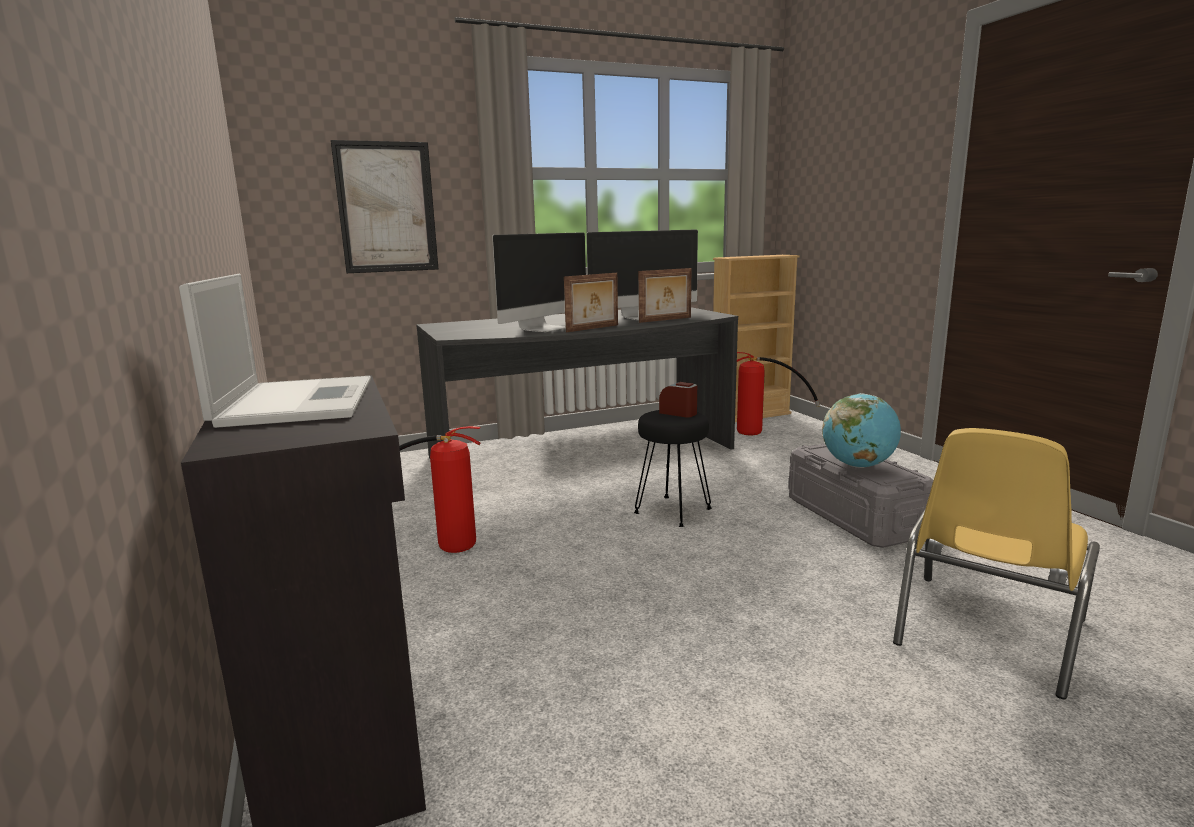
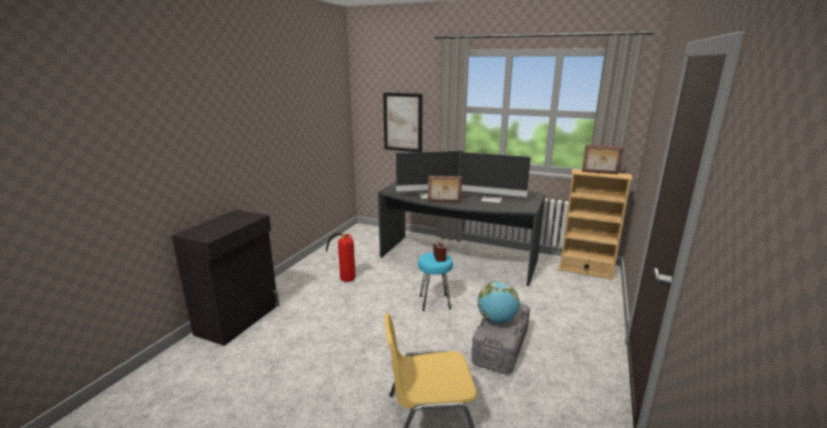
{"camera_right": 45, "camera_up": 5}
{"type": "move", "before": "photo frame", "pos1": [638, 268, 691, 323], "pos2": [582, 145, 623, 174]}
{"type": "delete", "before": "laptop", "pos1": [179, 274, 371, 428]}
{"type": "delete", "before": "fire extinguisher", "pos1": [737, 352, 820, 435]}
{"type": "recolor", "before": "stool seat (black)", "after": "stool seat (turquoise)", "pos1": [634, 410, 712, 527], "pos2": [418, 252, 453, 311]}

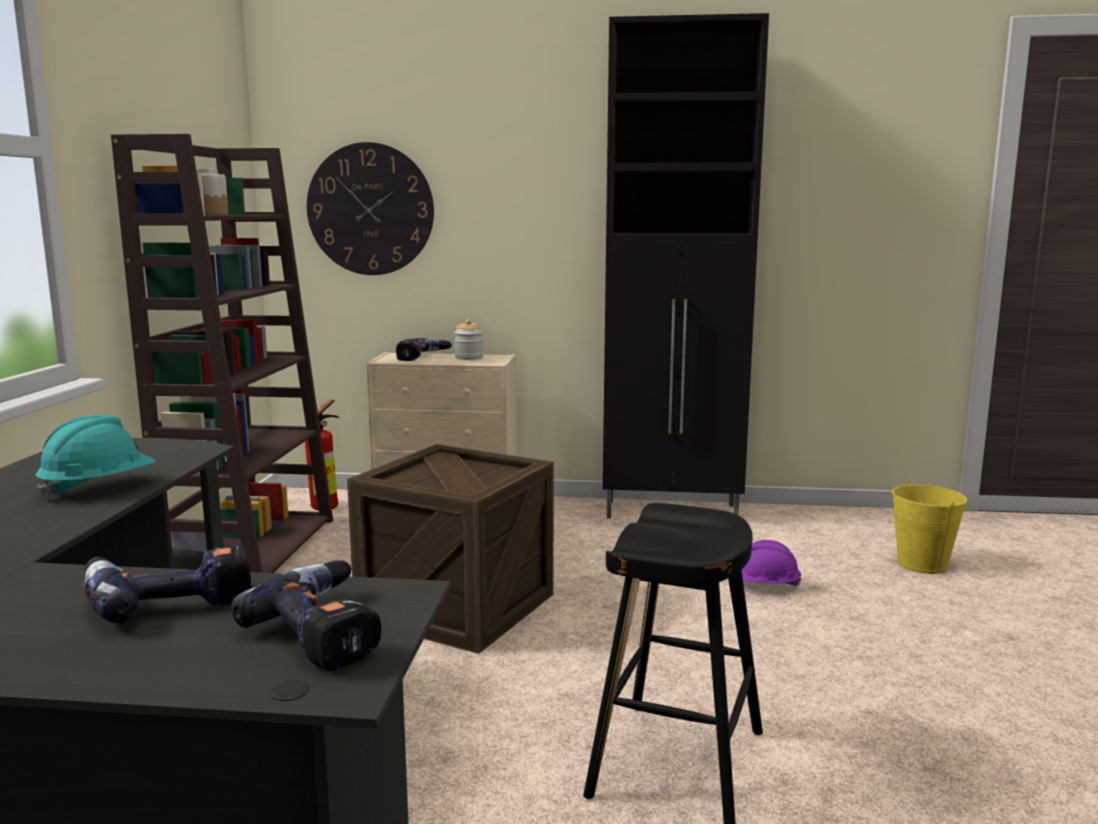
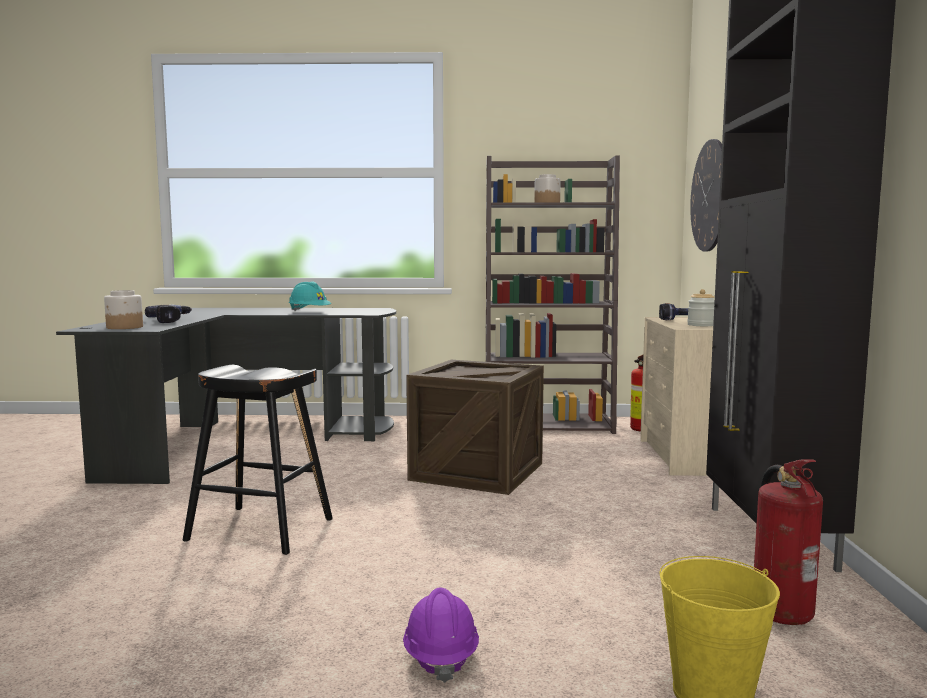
{"camera_right": 85, "camera_up": -5}
{"type": "move", "before": "hard hat (purple)", "pos1": [742, 540, 801, 586], "pos2": [403, 587, 479, 683]}
{"type": "replace", "before": "electric drill", "after": "preserve jar", "pos1": [231, 560, 381, 671], "pos2": [104, 290, 143, 329]}
{"type": "insert", "after": "fire extinguisher", "pos2": [754, 459, 823, 625]}

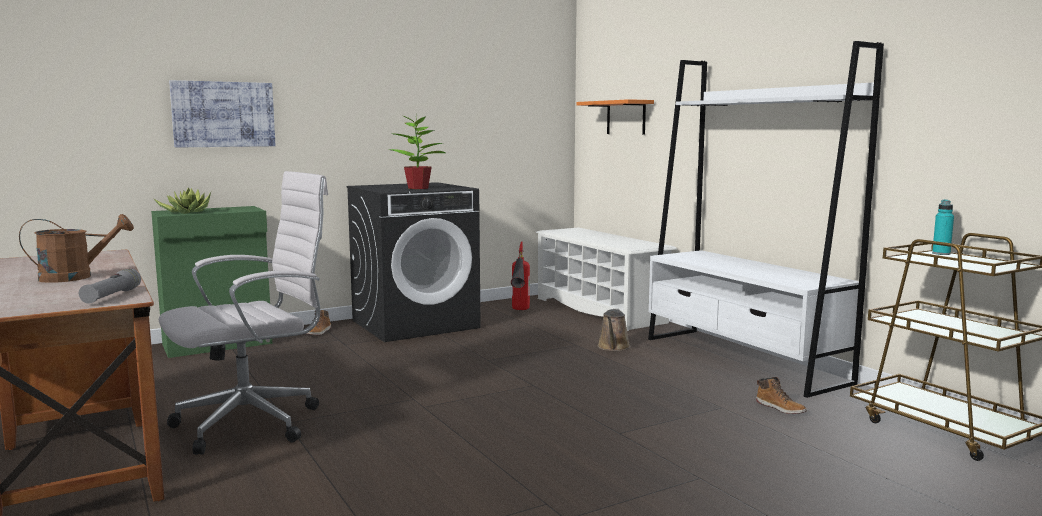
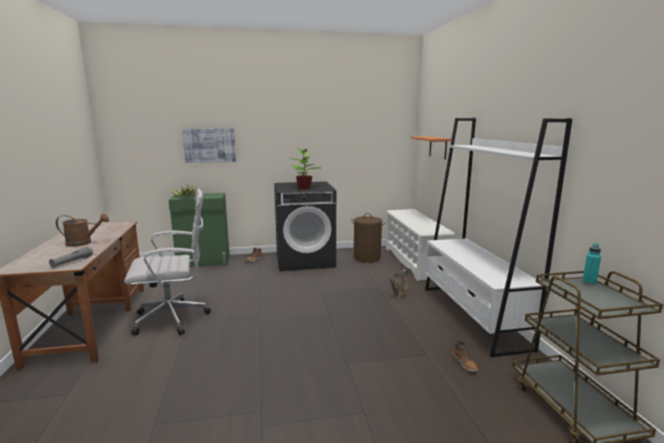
{"camera_right": 20, "camera_up": 5}
{"type": "replace", "before": "fire extinguisher", "after": "laundry basket (brownish)", "pos1": [511, 242, 530, 310], "pos2": [351, 213, 385, 263]}

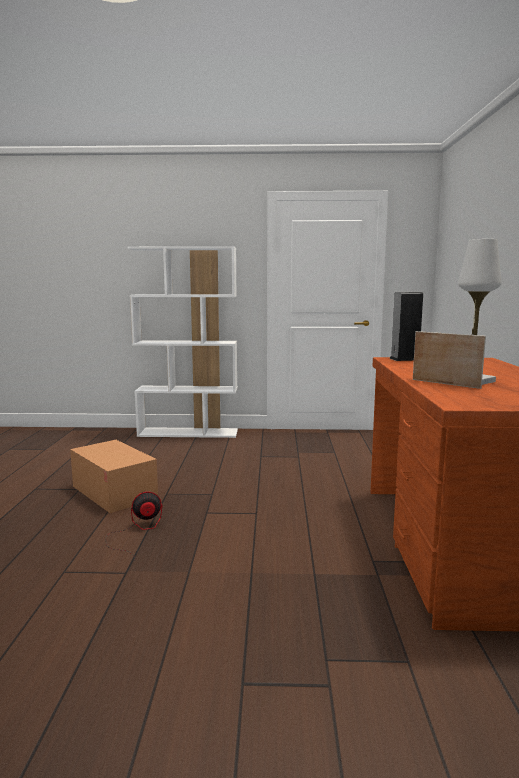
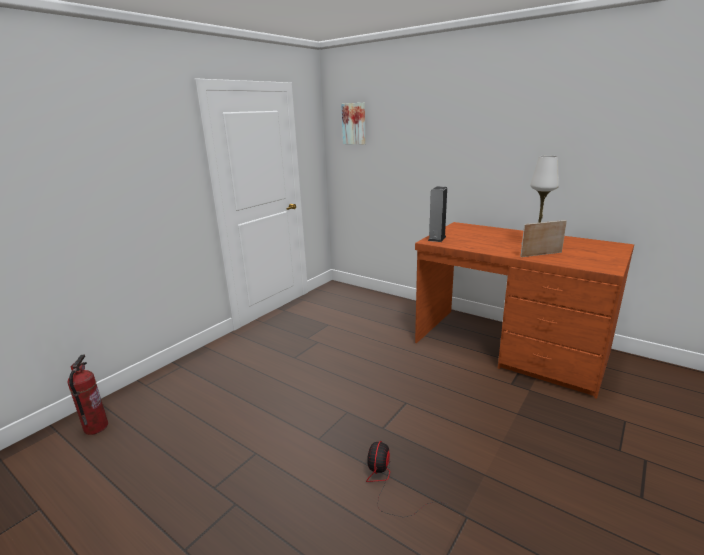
{"camera_right": -55, "camera_up": 10}
{"type": "delete", "before": "bookcase (white)", "pos1": [127, 246, 238, 438]}
{"type": "delete", "before": "cardboard box", "pos1": [70, 440, 158, 513]}
{"type": "insert", "after": "wall art", "pos2": [341, 103, 366, 144]}
{"type": "insert", "after": "fire extinguisher", "pos2": [68, 355, 108, 435]}

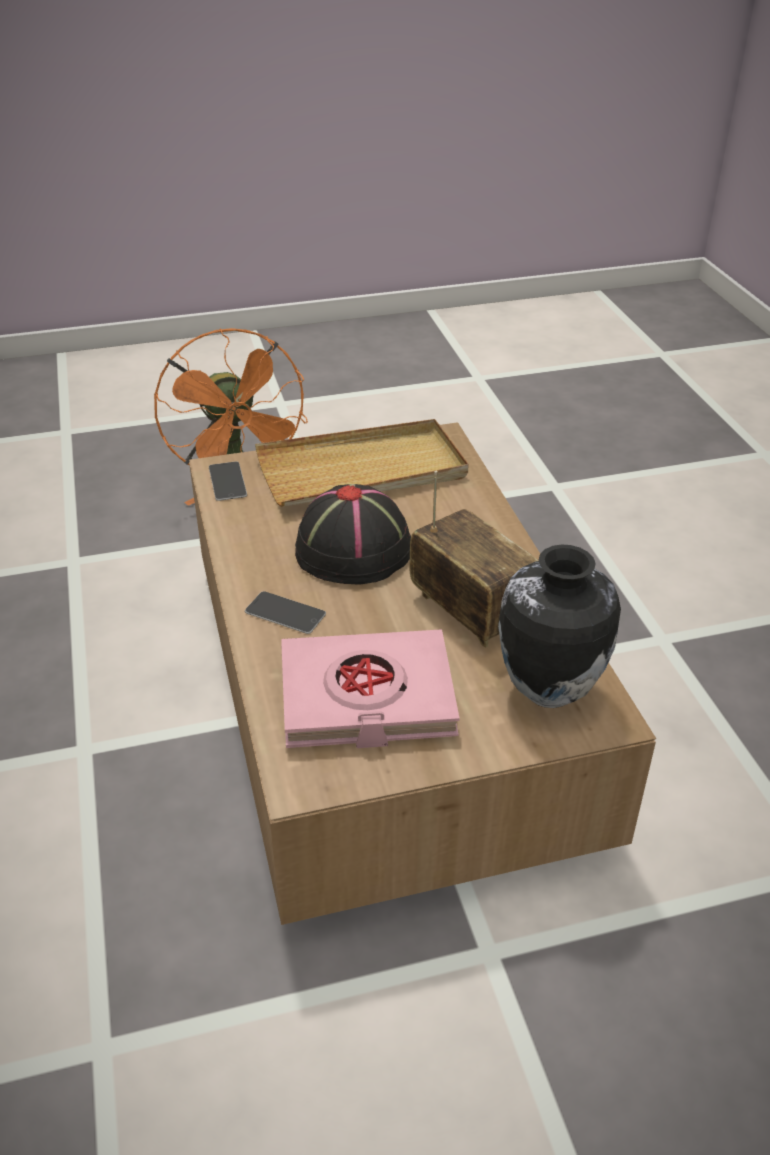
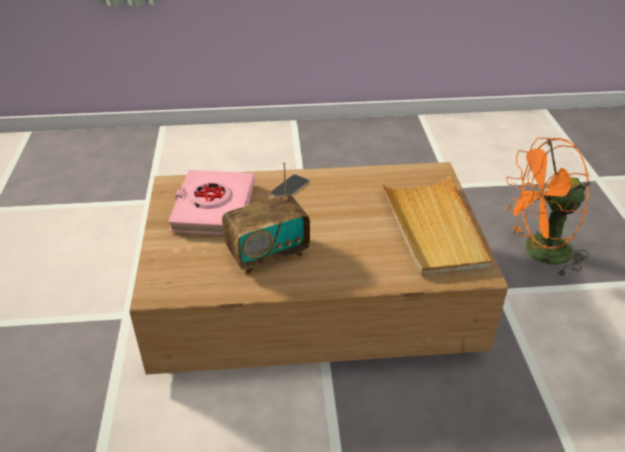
{"camera_right": 100, "camera_up": 0}
{"type": "delete", "before": "telephone", "pos1": [209, 461, 247, 501]}
{"type": "delete", "before": "wearable hat (black)", "pos1": [295, 484, 411, 585]}
{"type": "delete", "before": "vase", "pos1": [498, 544, 621, 708]}

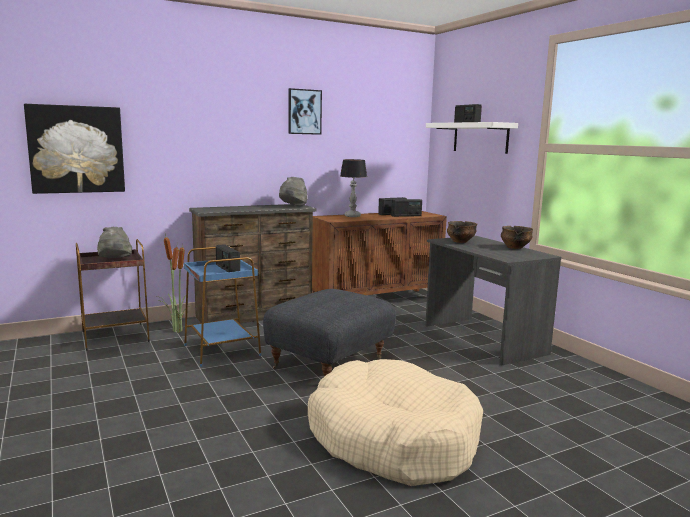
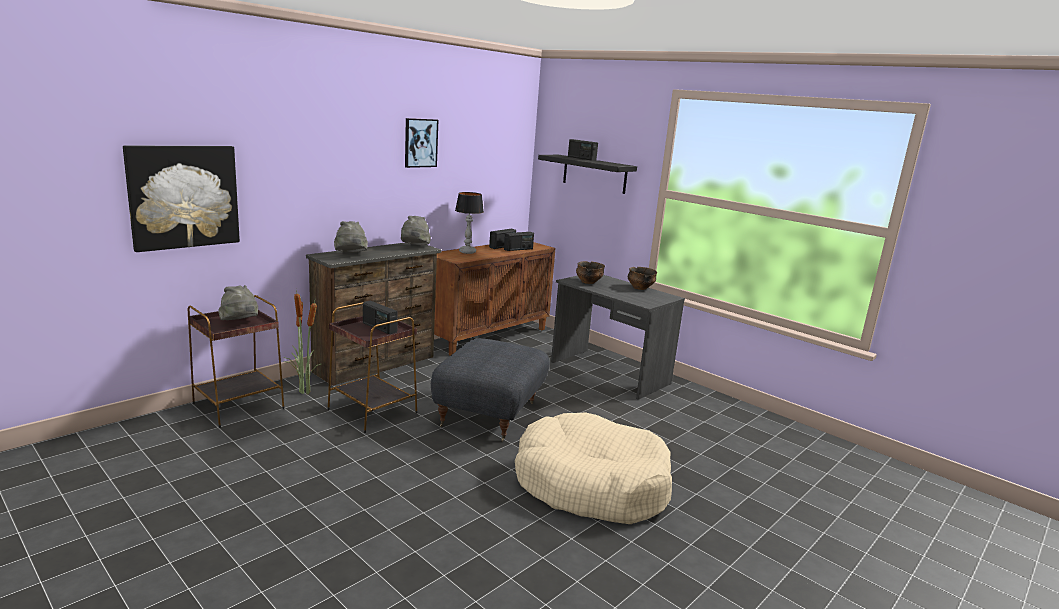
{"camera_right": -20, "camera_up": 5}
{"type": "recolor", "before": "shelf (white)", "after": "shelf (black)", "pos1": [426, 122, 518, 154], "pos2": [538, 155, 637, 194]}
{"type": "recolor", "before": "end table (blue)", "after": "end table (brownish)", "pos1": [184, 246, 261, 367], "pos2": [327, 302, 417, 433]}
{"type": "insert", "after": "wearable hat (grey)", "pos2": [334, 221, 368, 252]}

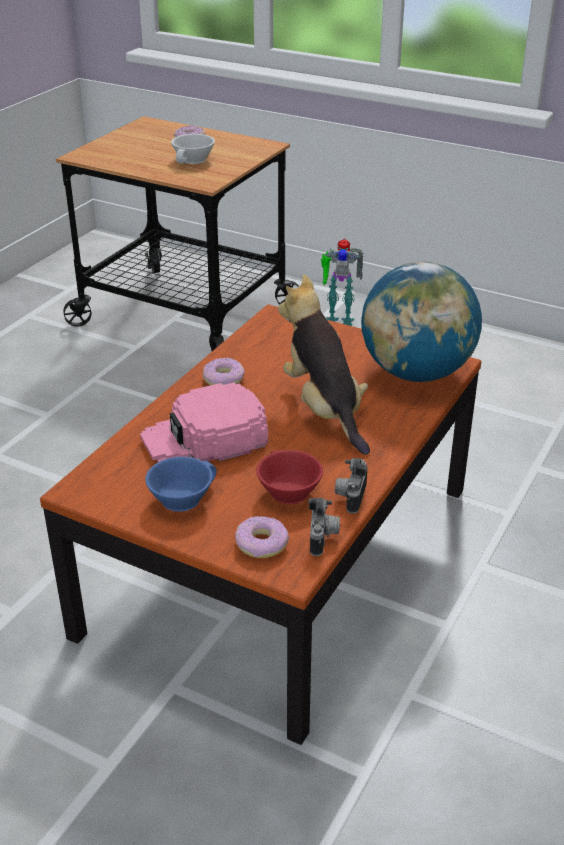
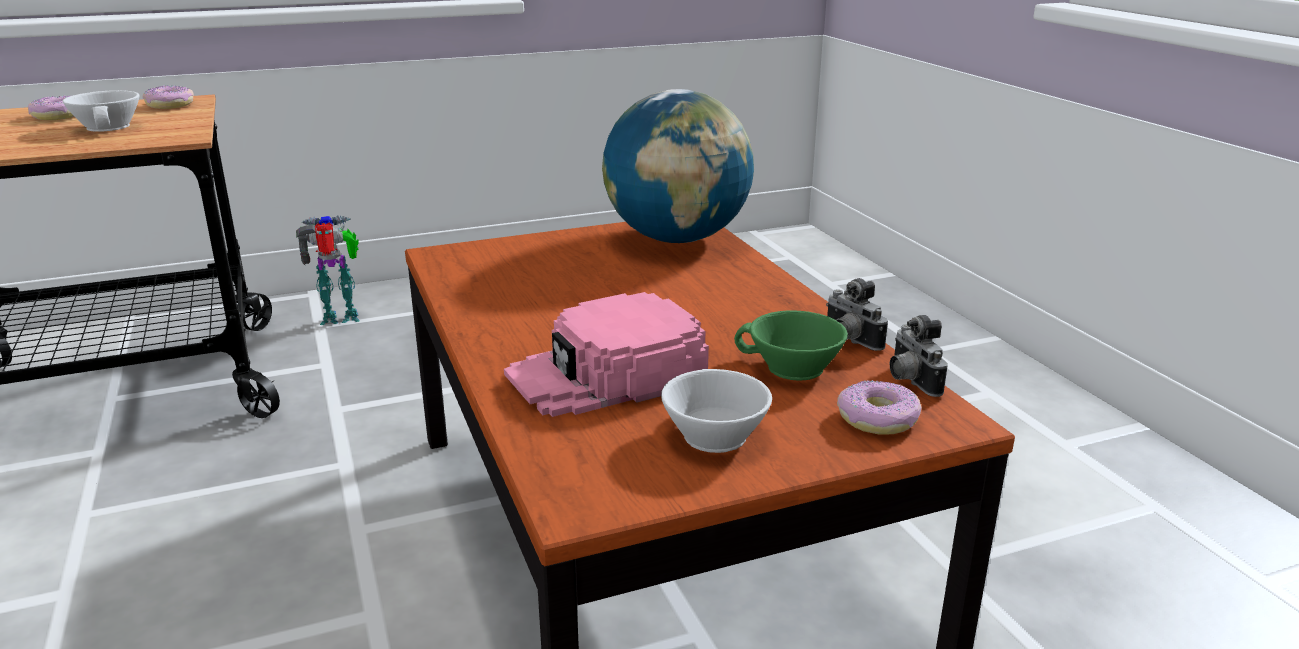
{"camera_right": -50, "camera_up": -10}
{"type": "rotate", "before": "toy robot", "pos1": [321, 238, 364, 326], "pos2": [296, 215, 360, 325], "turn": -150}
{"type": "delete", "before": "soft toy", "pos1": [278, 274, 370, 455]}
{"type": "move", "before": "ring doughnut", "pos1": [203, 358, 245, 385], "pos2": [142, 85, 194, 109]}
{"type": "rotate", "before": "peaked cap (pink-coloured)", "pos1": [140, 383, 268, 462], "pos2": [504, 292, 709, 417], "turn": 45}
{"type": "recolor", "before": "drinking cup (red-coloured)", "after": "drinking cup (green)", "pos1": [256, 450, 323, 505], "pos2": [734, 310, 848, 381]}
{"type": "recolor", "before": "drinking cup (blue)", "after": "drinking cup (white)", "pos1": [145, 457, 217, 512], "pos2": [661, 369, 772, 453]}
{"type": "rotate", "before": "photo camera", "pos1": [308, 498, 340, 556], "pos2": [890, 315, 948, 397], "turn": -150}

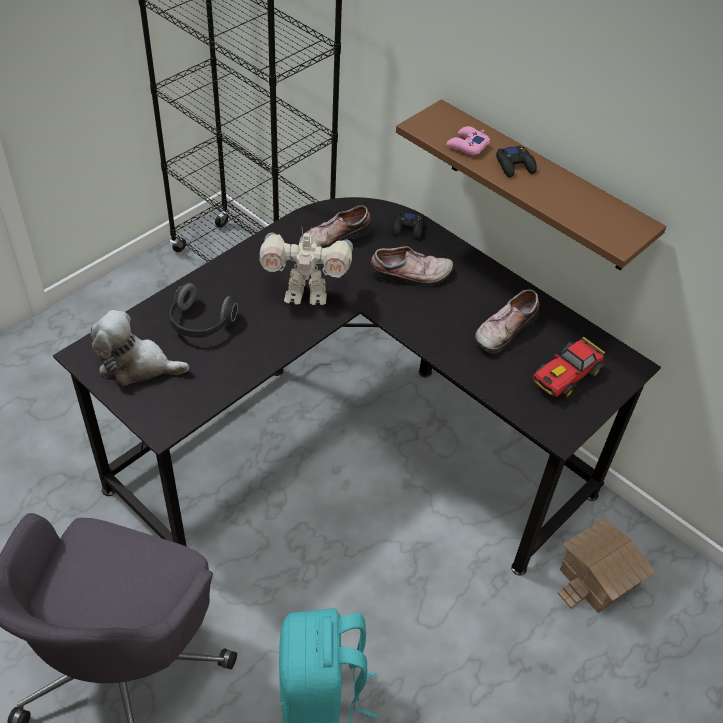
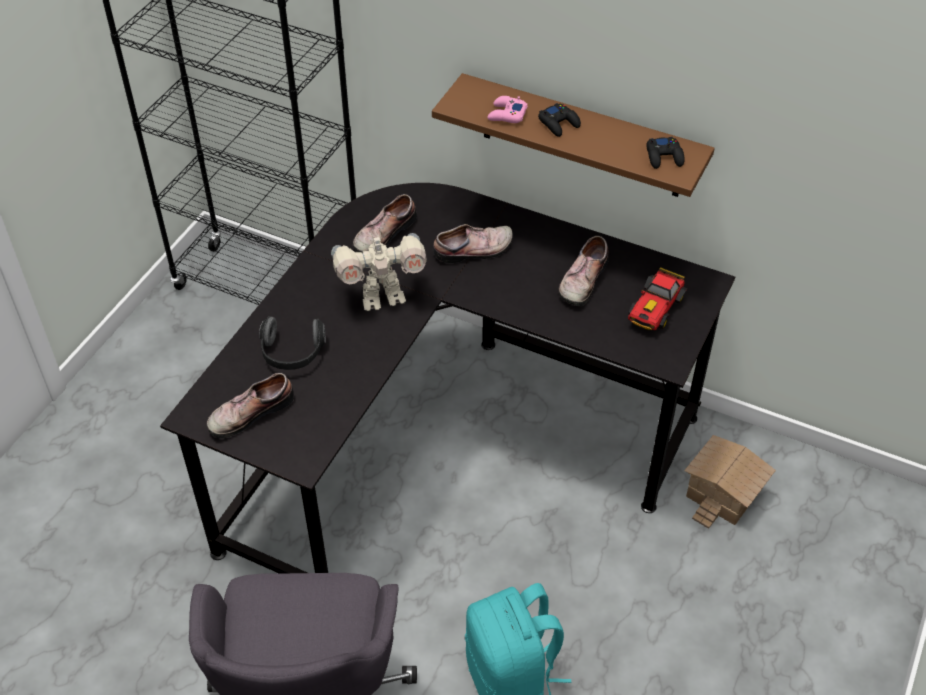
{"camera_right": -15, "camera_up": 0}
{"type": "move", "before": "gamepad (black)", "pos1": [392, 211, 424, 240], "pos2": [646, 137, 685, 169]}
{"type": "replace", "before": "soft toy", "after": "shoe", "pos1": [90, 310, 189, 385], "pos2": [207, 373, 294, 438]}

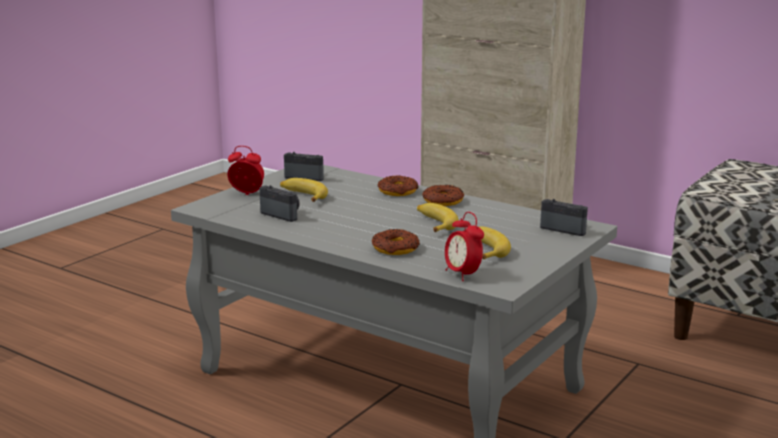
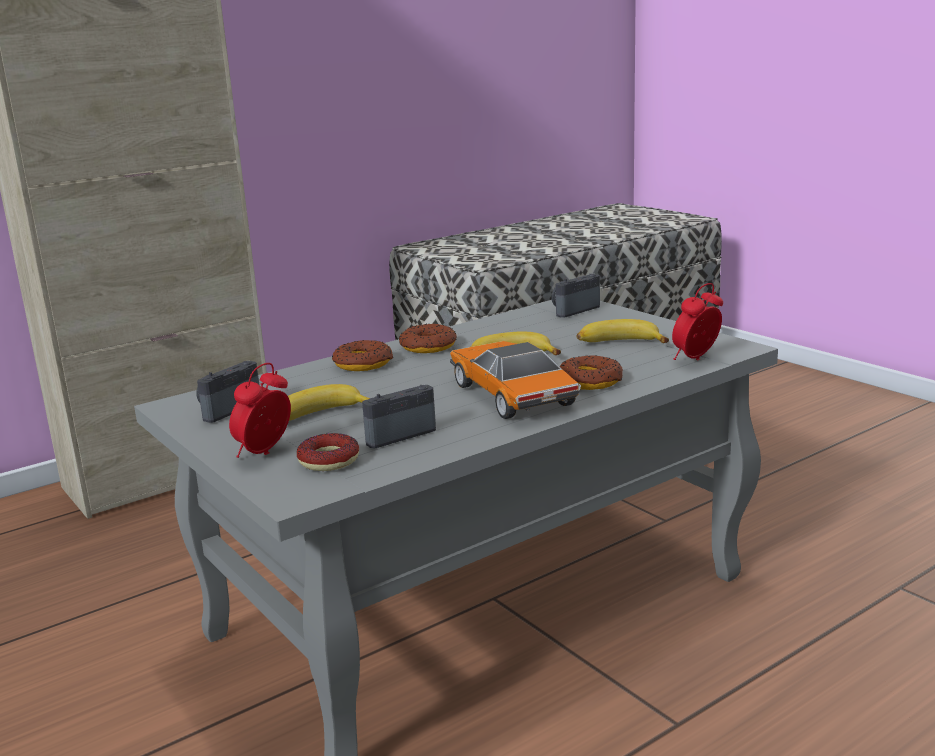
{"camera_right": -70, "camera_up": 0}
{"type": "rotate", "before": "table clock", "pos1": [445, 212, 484, 281], "pos2": [672, 283, 723, 361], "turn": 150}
{"type": "insert", "after": "miniature car", "pos2": [450, 341, 581, 419]}
{"type": "insert", "after": "ring doughnut", "pos2": [297, 433, 359, 471]}

